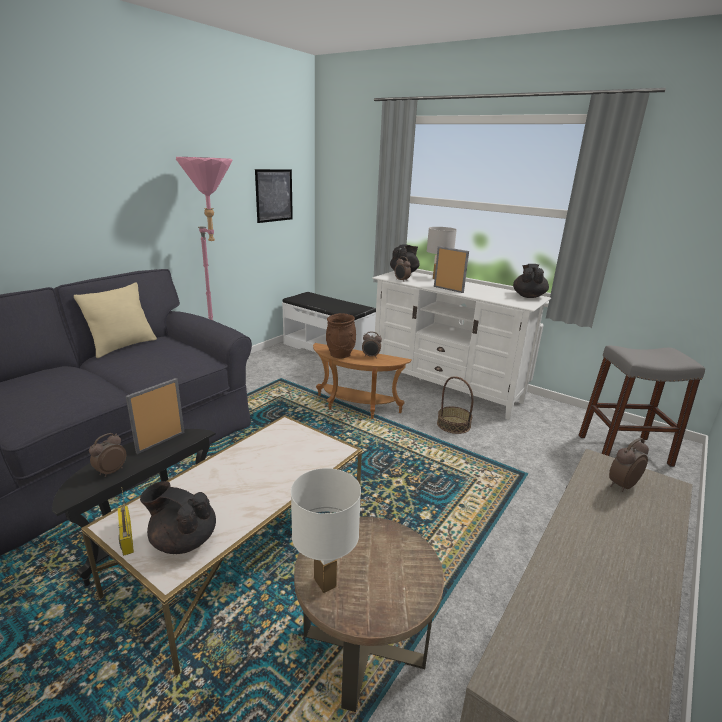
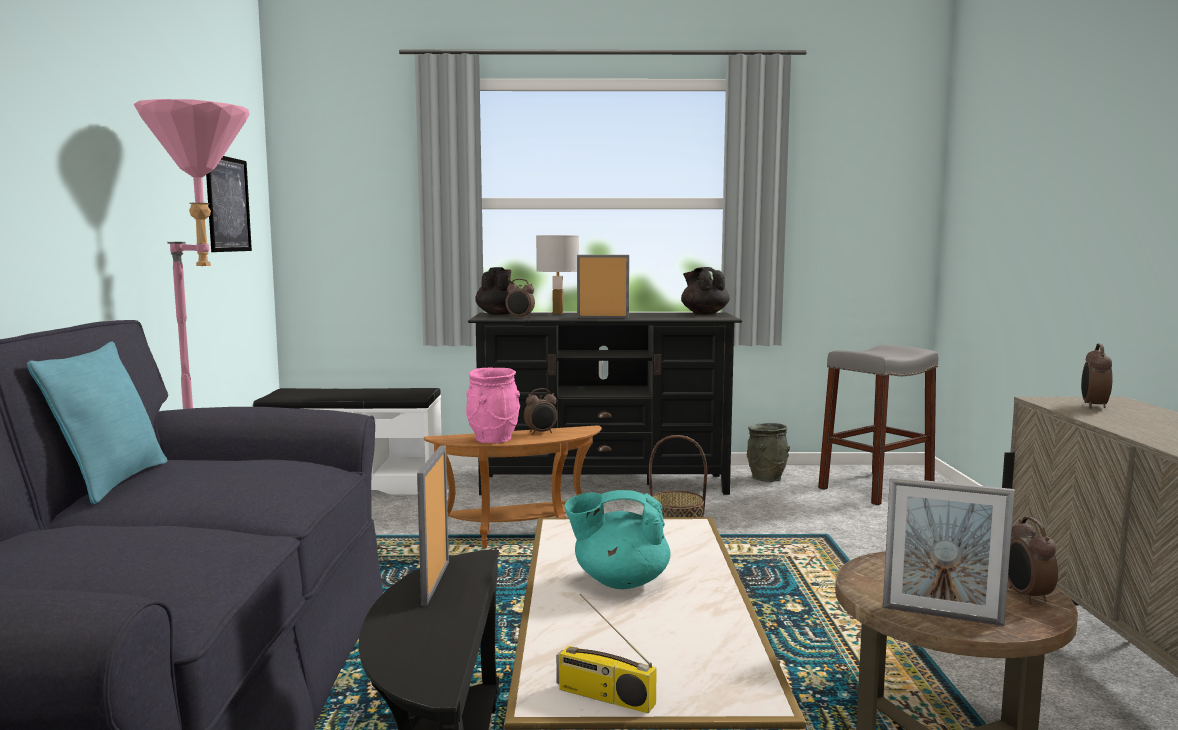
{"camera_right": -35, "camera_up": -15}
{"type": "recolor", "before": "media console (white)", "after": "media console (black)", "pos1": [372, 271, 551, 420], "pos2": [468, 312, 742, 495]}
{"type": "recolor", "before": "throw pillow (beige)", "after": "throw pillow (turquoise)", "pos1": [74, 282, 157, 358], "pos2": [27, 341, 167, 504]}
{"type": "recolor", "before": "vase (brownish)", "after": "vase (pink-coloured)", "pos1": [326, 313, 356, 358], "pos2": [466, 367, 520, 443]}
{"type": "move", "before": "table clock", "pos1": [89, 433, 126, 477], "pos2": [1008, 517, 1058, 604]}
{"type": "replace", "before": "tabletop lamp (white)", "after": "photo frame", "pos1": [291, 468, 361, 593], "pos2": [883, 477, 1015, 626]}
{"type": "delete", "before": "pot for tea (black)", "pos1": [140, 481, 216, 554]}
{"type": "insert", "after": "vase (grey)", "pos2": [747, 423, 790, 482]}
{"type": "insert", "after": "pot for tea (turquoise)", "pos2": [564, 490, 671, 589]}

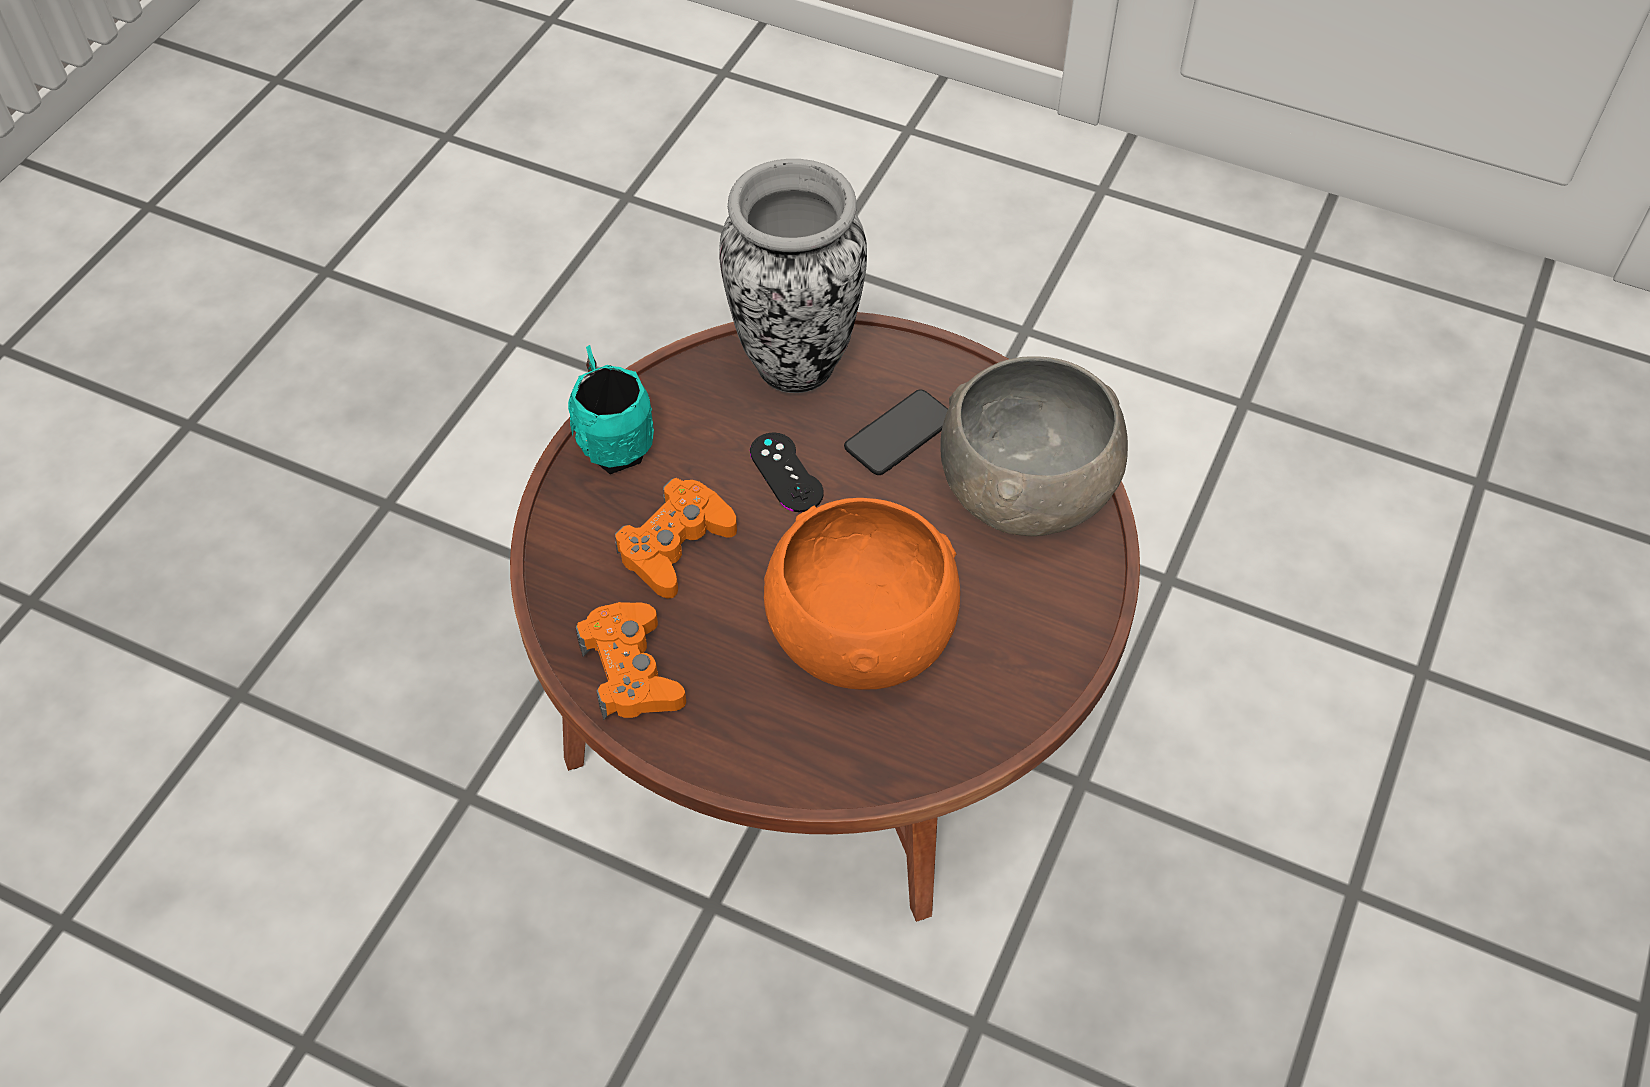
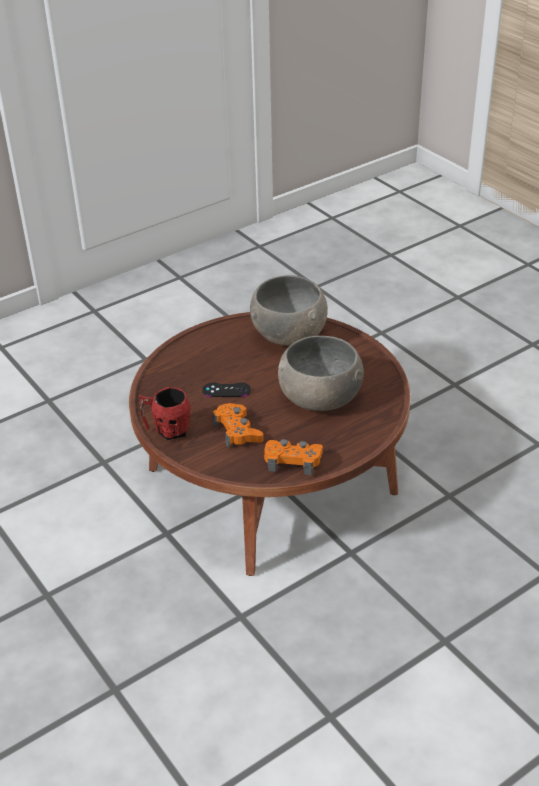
{"camera_right": -60, "camera_up": -15}
{"type": "delete", "before": "vase", "pos1": [719, 159, 867, 393]}
{"type": "recolor", "before": "tea mug (turquoise)", "after": "tea mug (red-coloured)", "pos1": [568, 345, 654, 474], "pos2": [139, 387, 191, 440]}
{"type": "delete", "before": "telephone", "pos1": [844, 389, 948, 475]}
{"type": "recolor", "before": "deep dish (orangey)", "after": "deep dish (grey)", "pos1": [764, 498, 960, 690], "pos2": [278, 336, 364, 411]}

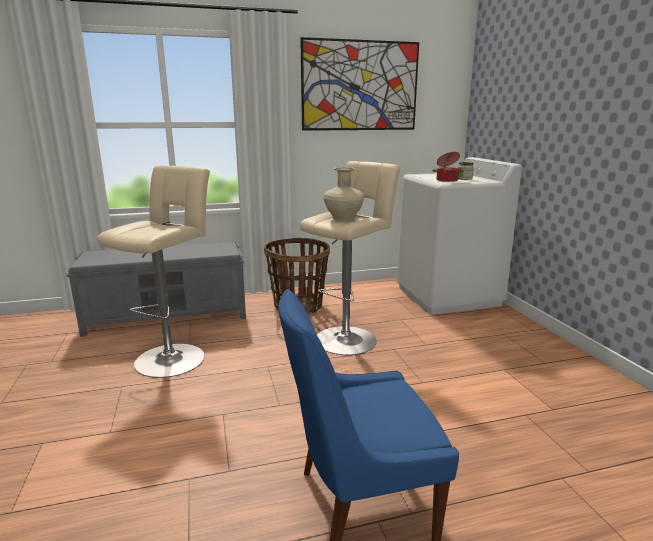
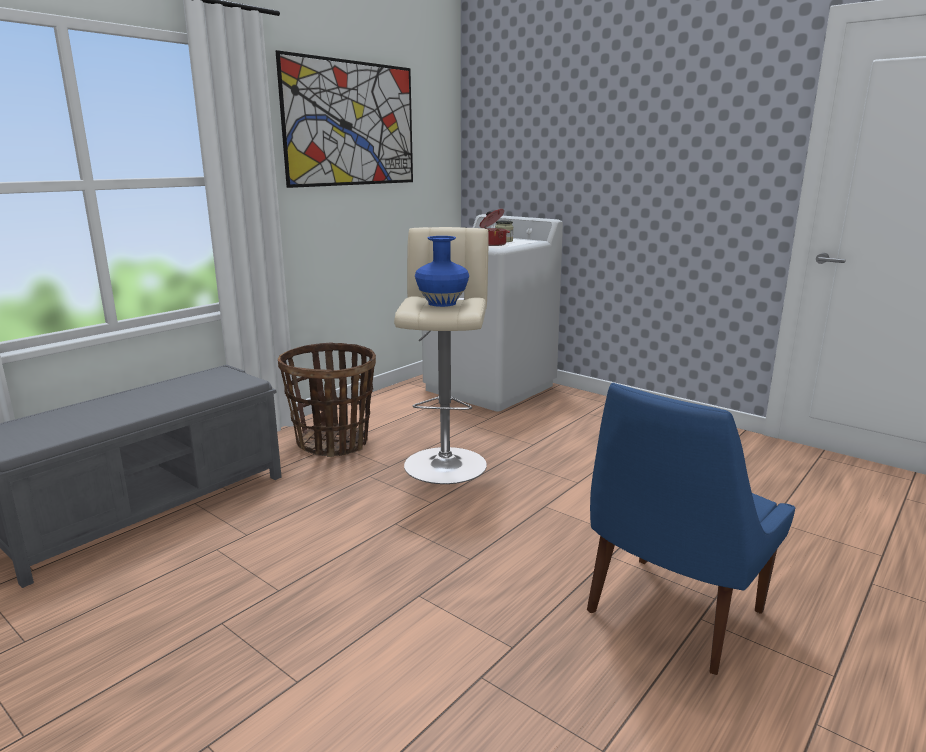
{"camera_right": -35, "camera_up": 0}
{"type": "delete", "before": "stool seat (beige)", "pos1": [97, 165, 210, 378]}
{"type": "recolor", "before": "vase (beige)", "after": "vase (blue)", "pos1": [323, 167, 365, 221], "pos2": [415, 236, 469, 307]}

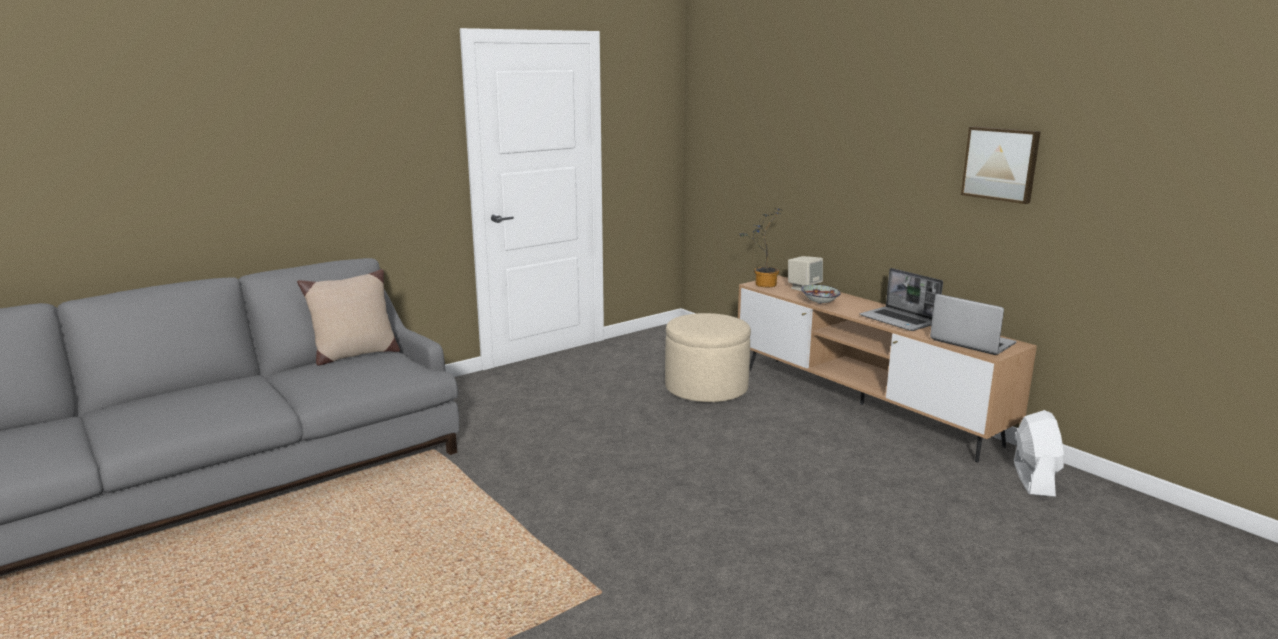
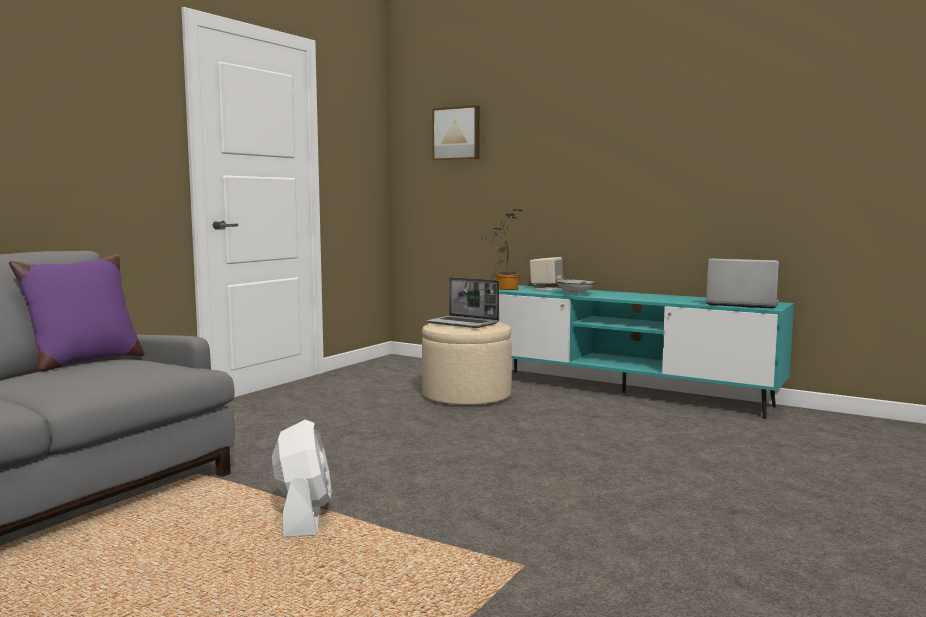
{"camera_right": -20, "camera_up": -10}
{"type": "move", "before": "wall art", "pos1": [961, 127, 1041, 204], "pos2": [432, 105, 480, 161]}
{"type": "move", "before": "laptop", "pos1": [859, 268, 943, 331], "pos2": [426, 277, 499, 328]}
{"type": "recolor", "before": "throw pillow (beige)", "after": "throw pillow (purple)", "pos1": [297, 269, 400, 366], "pos2": [9, 254, 144, 371]}
{"type": "recolor", "before": "media console (brownish)", "after": "media console (turquoise)", "pos1": [738, 275, 1037, 463], "pos2": [498, 285, 794, 419]}
{"type": "move", "before": "electric fan (white)", "pos1": [1014, 410, 1064, 497], "pos2": [272, 420, 332, 537]}

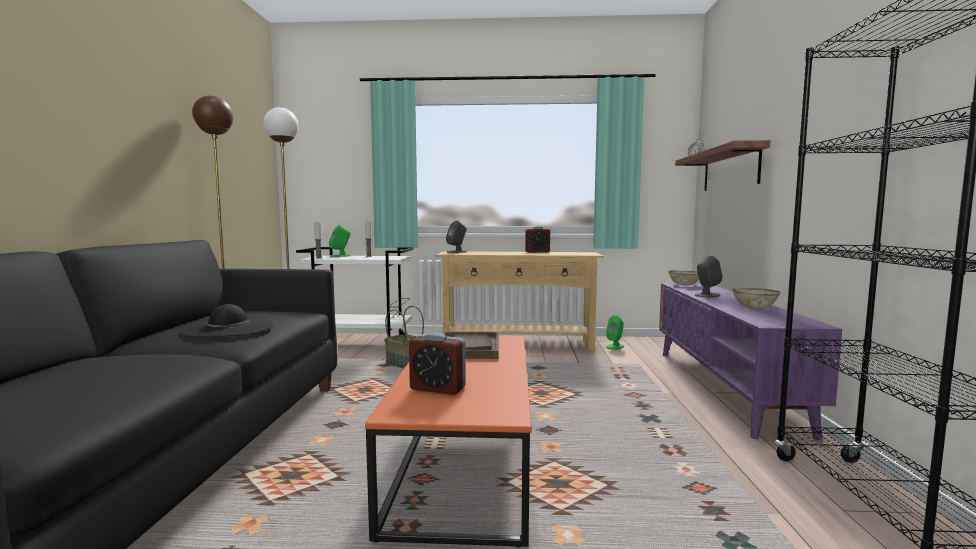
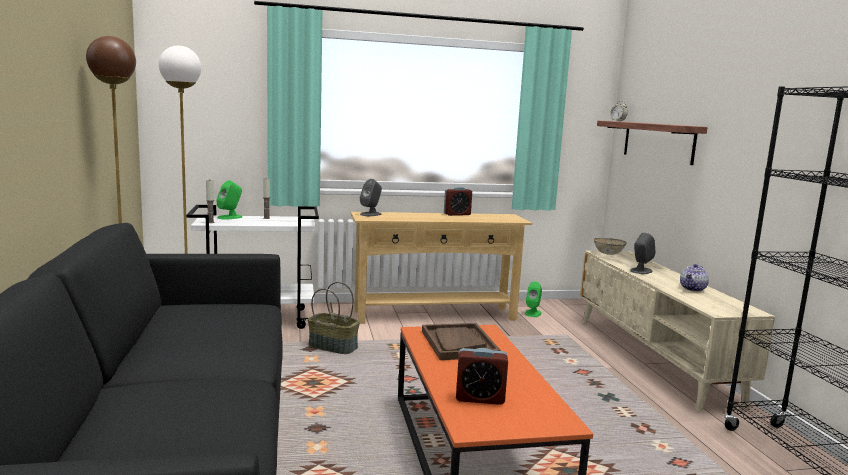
{"camera_right": -15, "camera_up": 5}
{"type": "recolor", "before": "media console (purple)", "after": "media console (beige)", "pos1": [659, 283, 842, 441], "pos2": [580, 251, 775, 412]}
{"type": "replace", "before": "deep dish", "after": "pot for tea", "pos1": [732, 288, 781, 309], "pos2": [680, 264, 709, 292]}
{"type": "delete", "before": "wearable hat (black)", "pos1": [179, 304, 274, 337]}

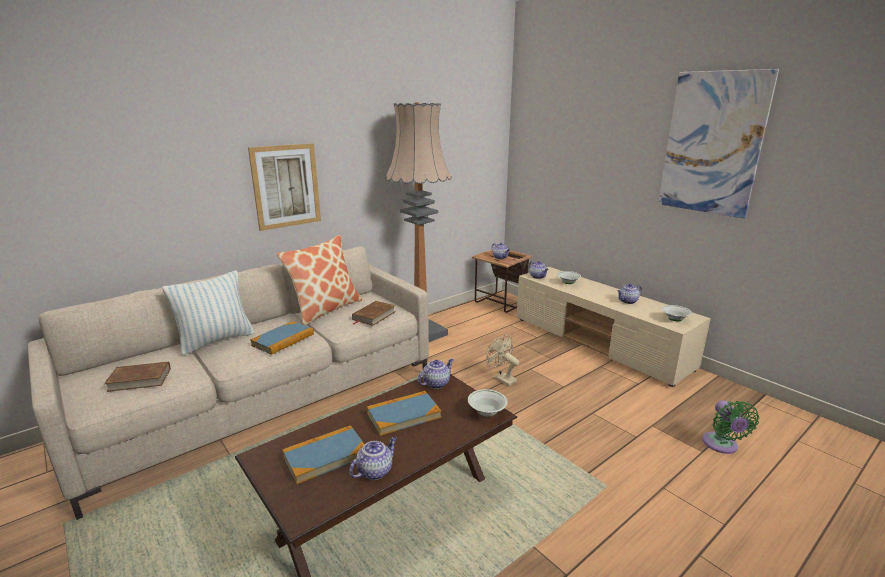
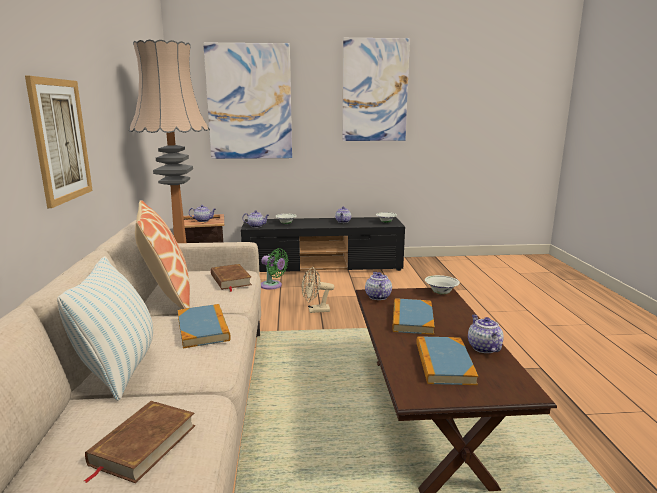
{"camera_right": -55, "camera_up": -5}
{"type": "recolor", "before": "media console (beige)", "after": "media console (black)", "pos1": [517, 267, 711, 387], "pos2": [241, 217, 405, 272]}
{"type": "move", "before": "electric fan (green)", "pos1": [702, 400, 759, 454], "pos2": [261, 248, 289, 290]}
{"type": "insert", "after": "wall art", "pos2": [203, 43, 292, 159]}

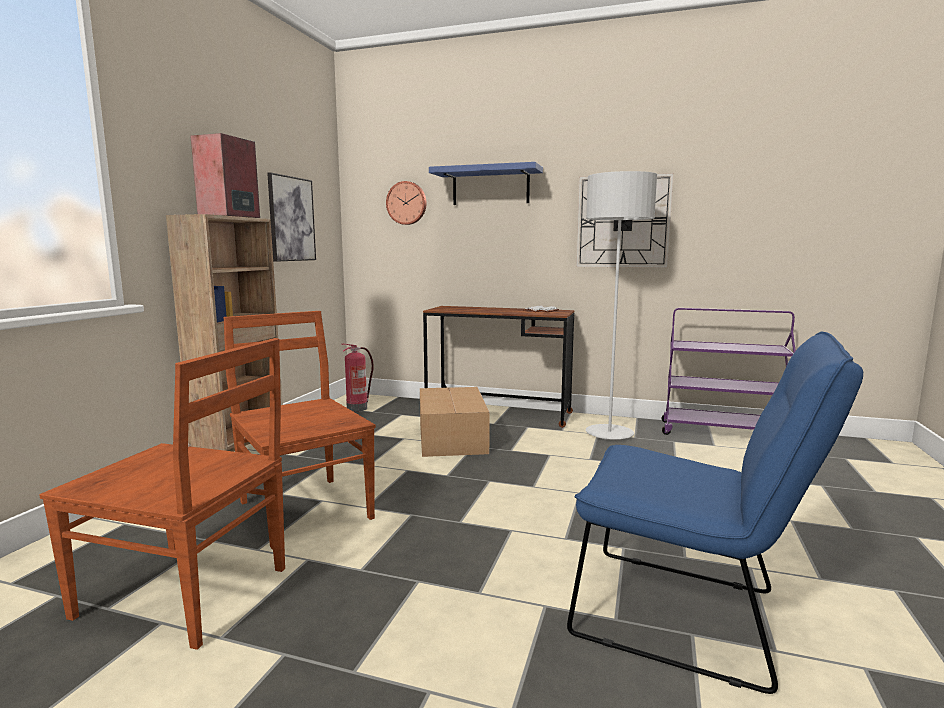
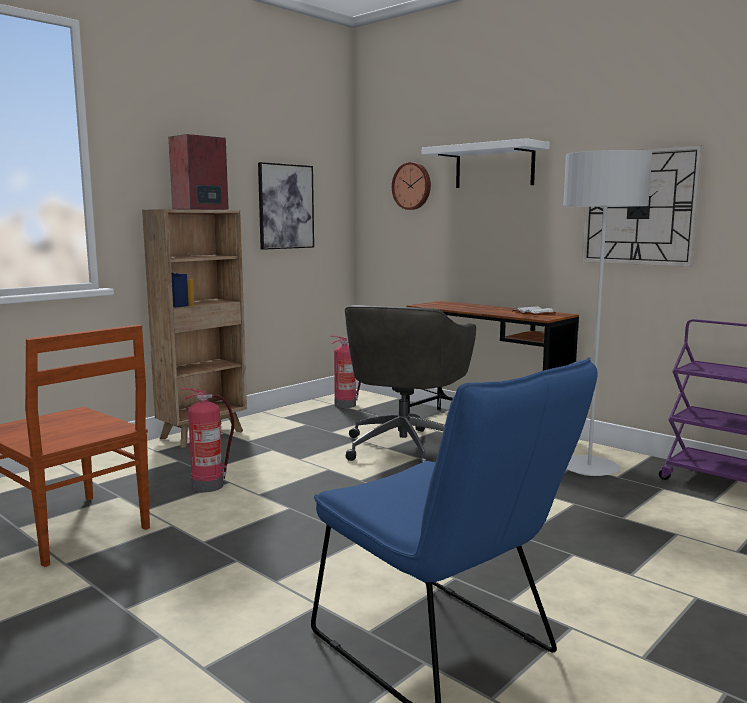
{"camera_right": 25, "camera_up": 0}
{"type": "recolor", "before": "shelf (blue)", "after": "shelf (white)", "pos1": [429, 162, 543, 205], "pos2": [422, 138, 550, 188]}
{"type": "replace", "before": "upright chair (brownish)", "after": "fire extinguisher", "pos1": [223, 311, 376, 549], "pos2": [182, 388, 234, 492]}
{"type": "replace", "before": "cardboard box", "after": "computer chair (grey)", "pos1": [420, 387, 490, 457], "pos2": [345, 305, 476, 463]}

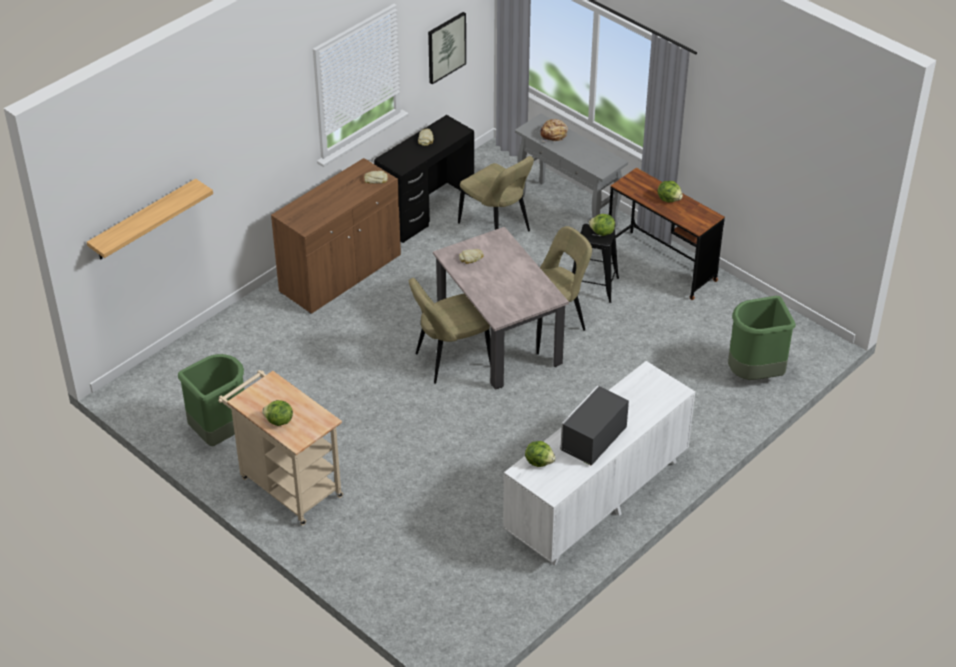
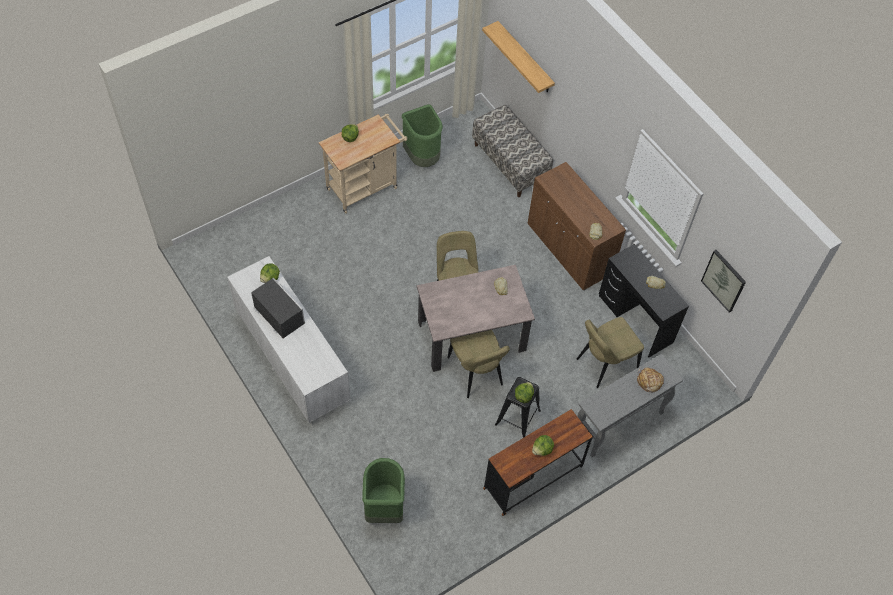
{"camera_right": 100, "camera_up": 15}
{"type": "insert", "after": "bench", "pos2": [472, 105, 553, 197]}

